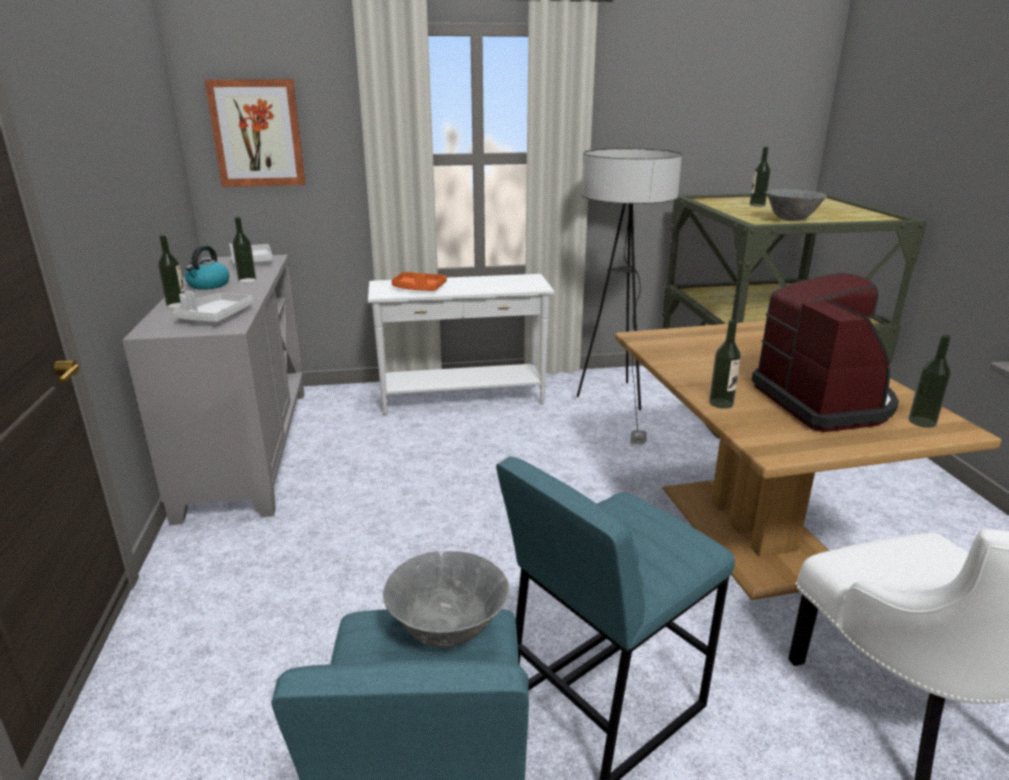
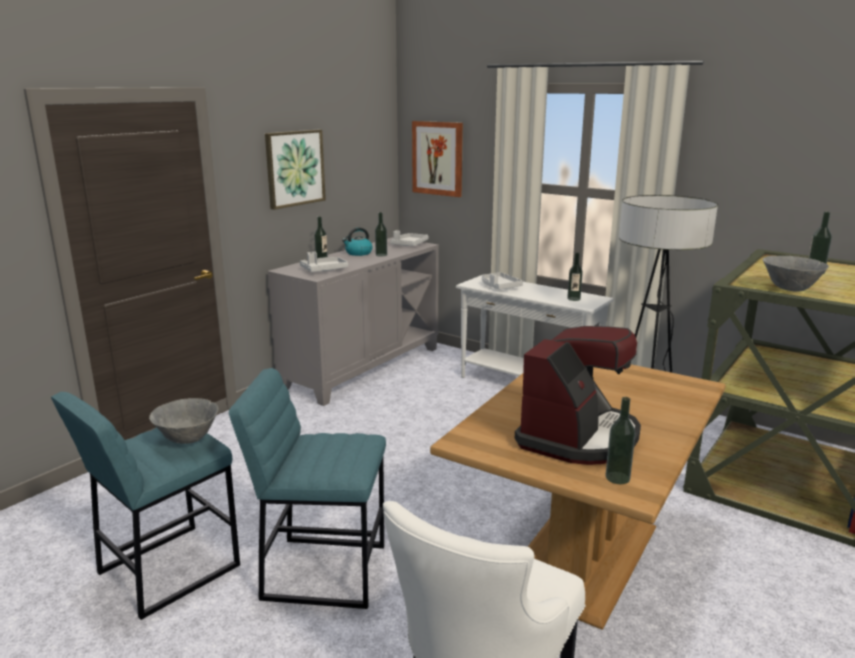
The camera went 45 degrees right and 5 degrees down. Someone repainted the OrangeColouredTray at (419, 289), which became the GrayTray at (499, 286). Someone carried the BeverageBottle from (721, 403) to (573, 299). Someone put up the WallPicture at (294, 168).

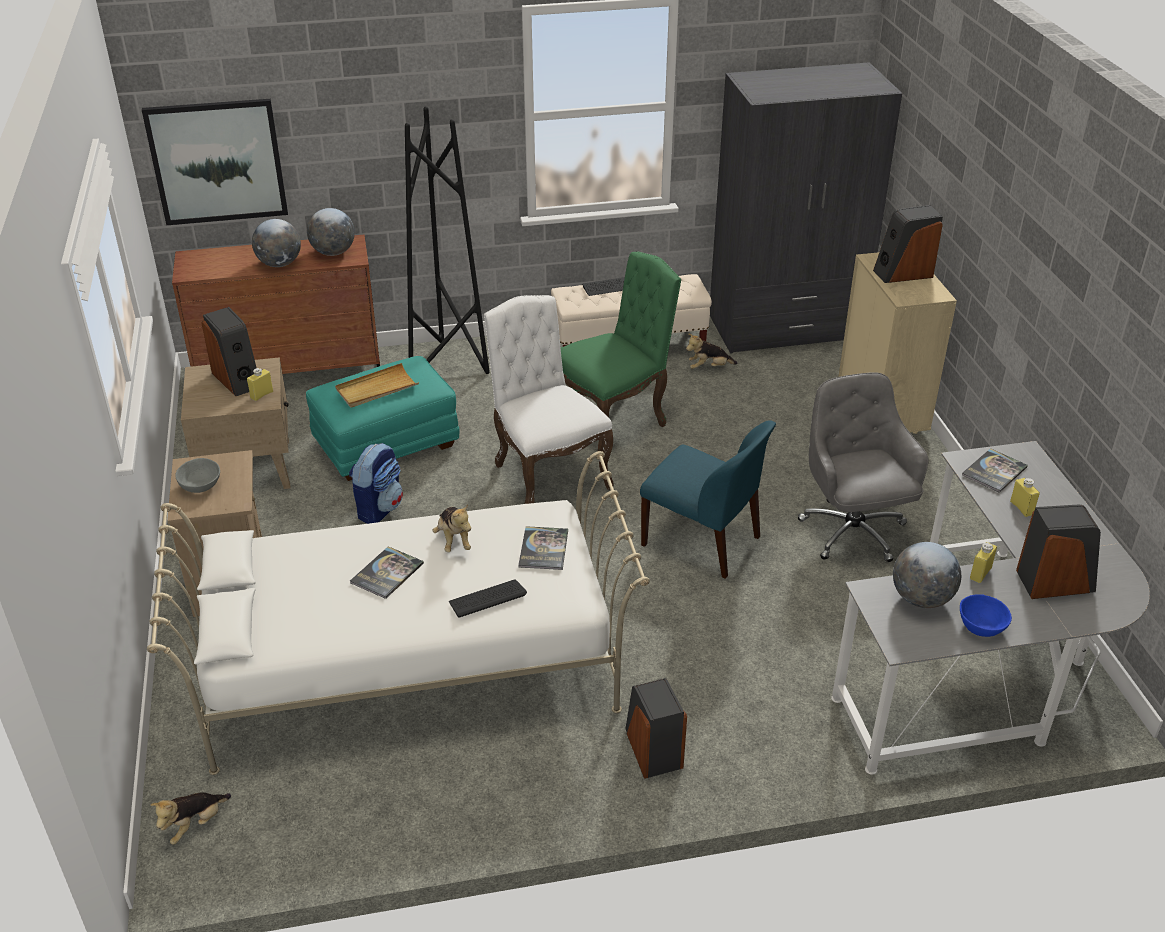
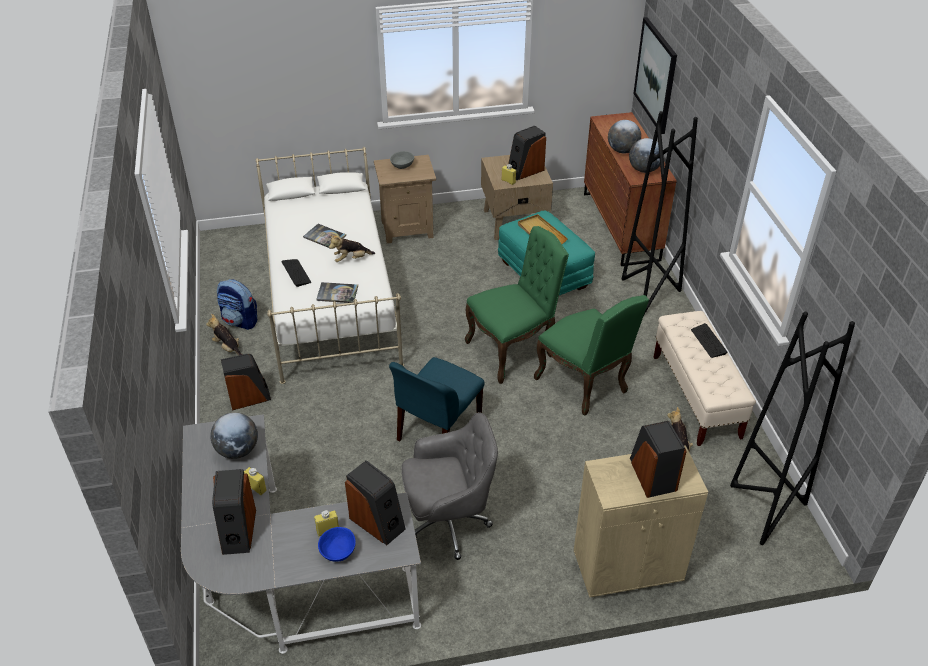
The camera went 90 degrees right and 5 degrees up. Someone carried the SoftToy from (195, 825) to (228, 348). Someone carried the Knapsack from (379, 508) to (240, 321). Someone repainted the WhiteUprightChair at (547, 476), which became the GreenColouredUprightChair at (512, 350). Someone swapped the GrayArmoire at (786, 327) for the BlackColouredClothesRack at (766, 511). Someone carried the BlueDeepDish from (980, 627) to (338, 551). Someone swapped the Book at (994, 471) for the Speaker at (378, 522).

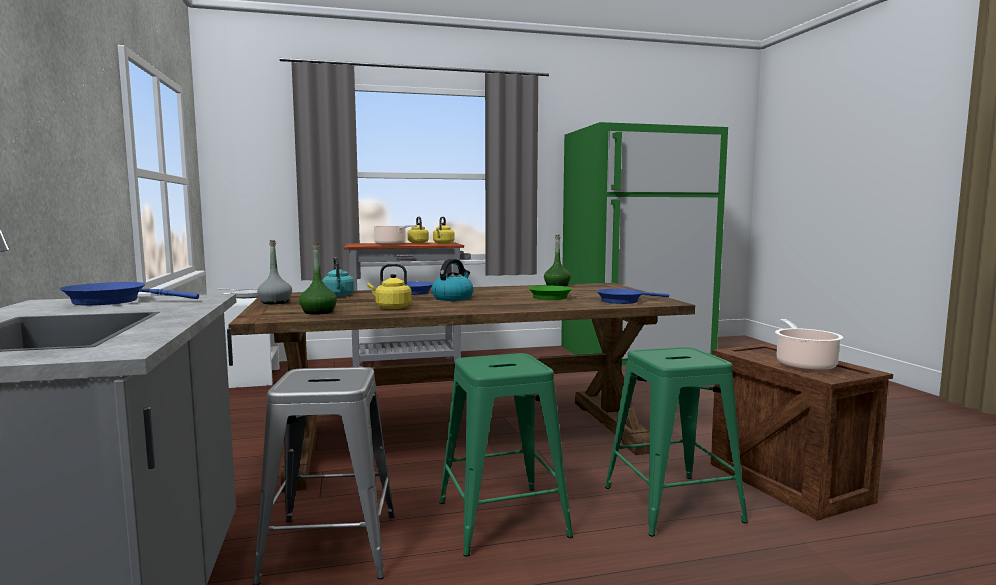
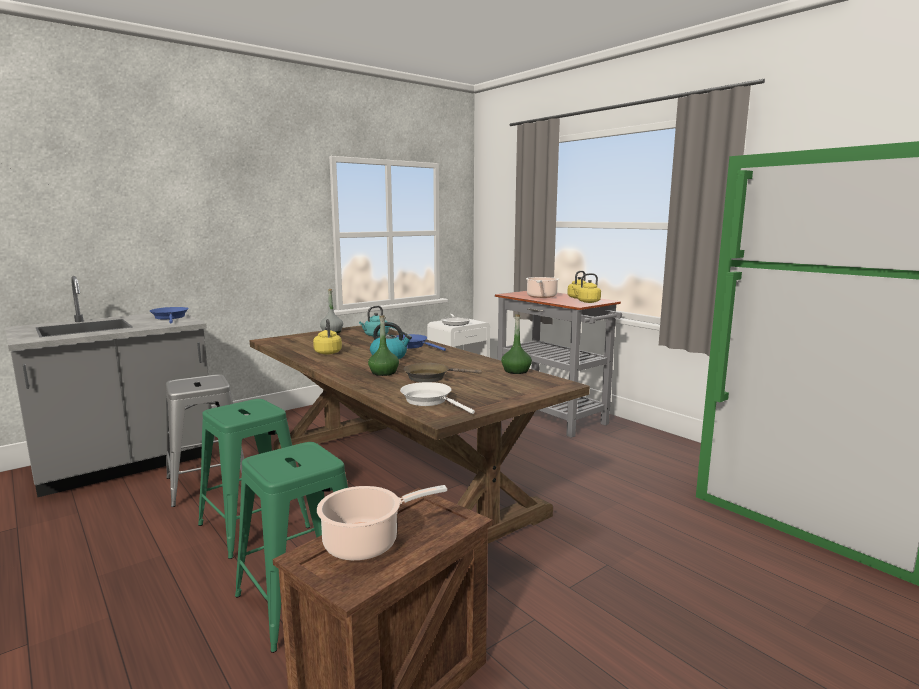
The camera went 65 degrees right and 5 degrees up. Someone carried the GreenColouredBeverageBottle from (318, 312) to (383, 373). Someone repainted the GreenColouredFryingPan at (550, 297), which became the BrownFryingPan at (430, 377). Someone repainted the BlueFryingPan at (623, 301), which became the WhiteFryingPan at (430, 401).

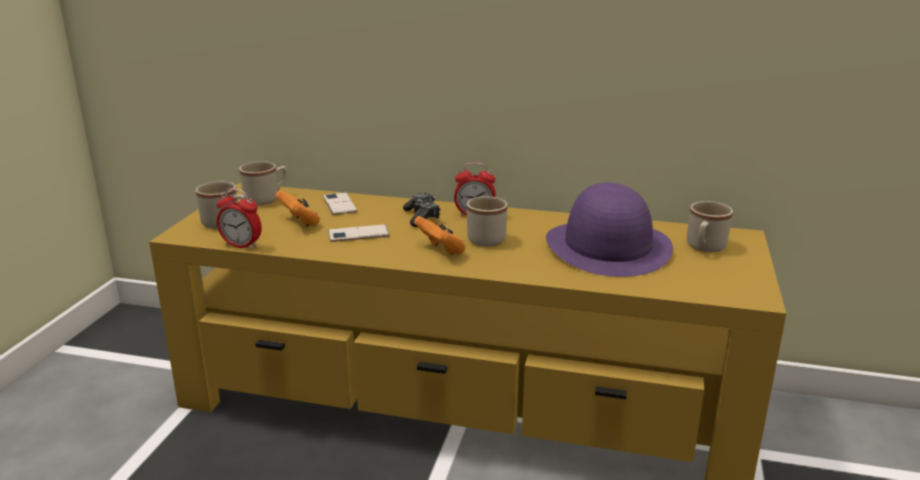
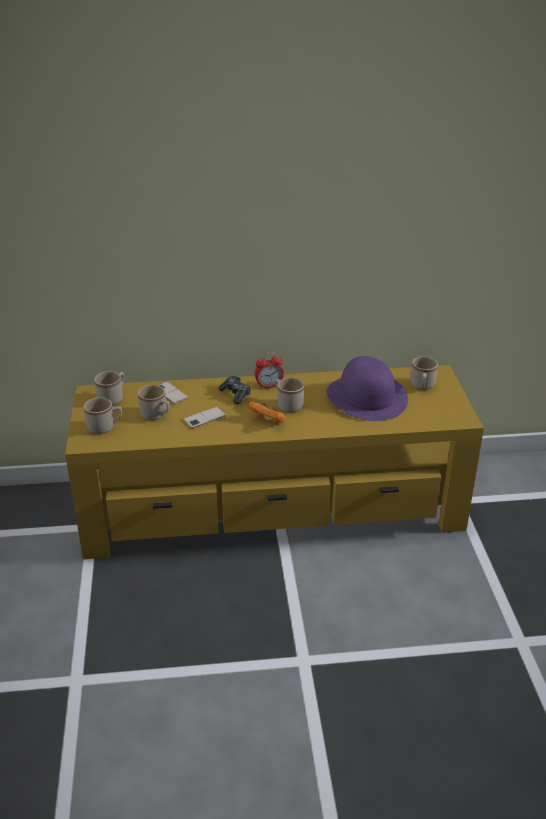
The camera went 20 degrees left and 10 degrees up. Someone took away the TableClock at (241, 246). Someone swapped the OrangeColouredJoypad at (300, 222) for the BeigeColouredMug at (156, 415).

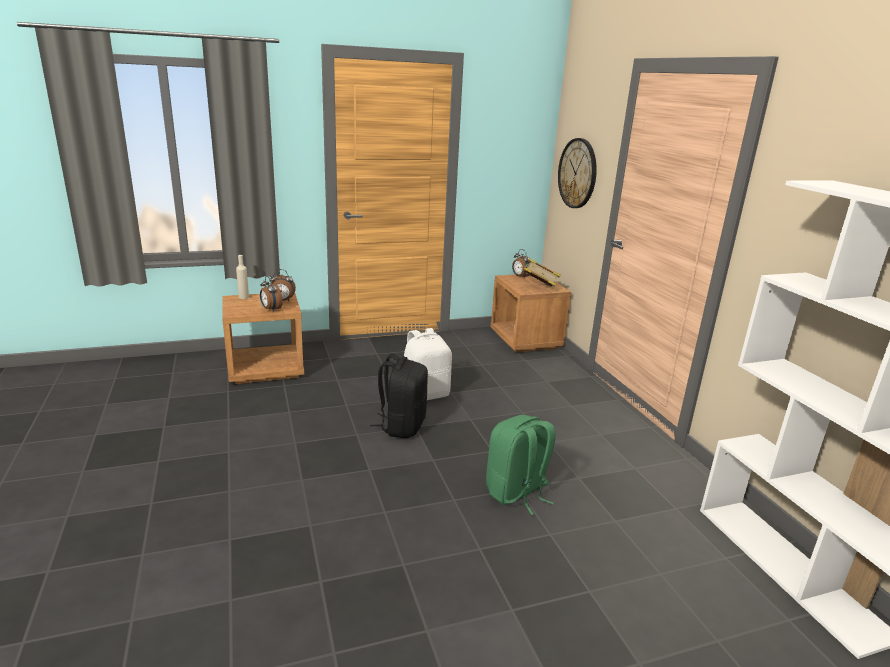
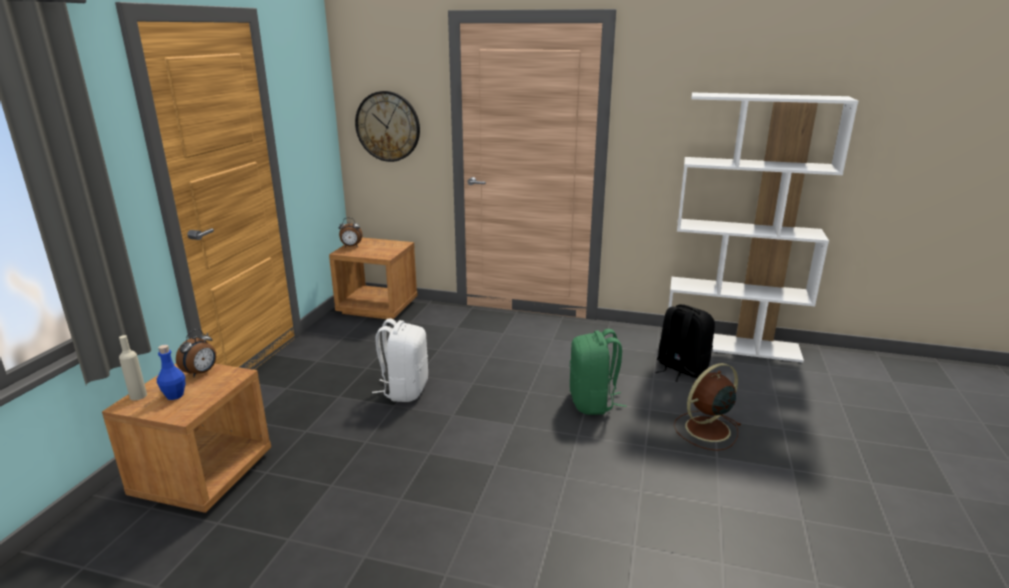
The camera went 55 degrees left and 0 degrees up. Someone took away the TableClock at (271, 309). Someone carried the BlackColouredKnapsack from (402, 426) to (680, 369). Someone took away the Book at (538, 288). Someone put down the BlueBeverageBottle at (175, 395). Someone put down the BrownElectricFan at (706, 429).

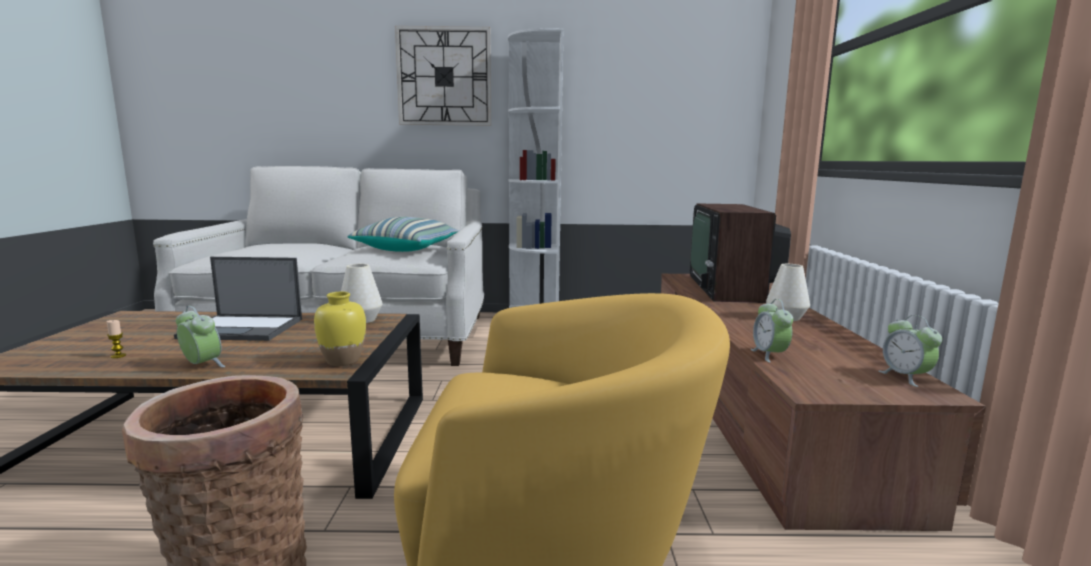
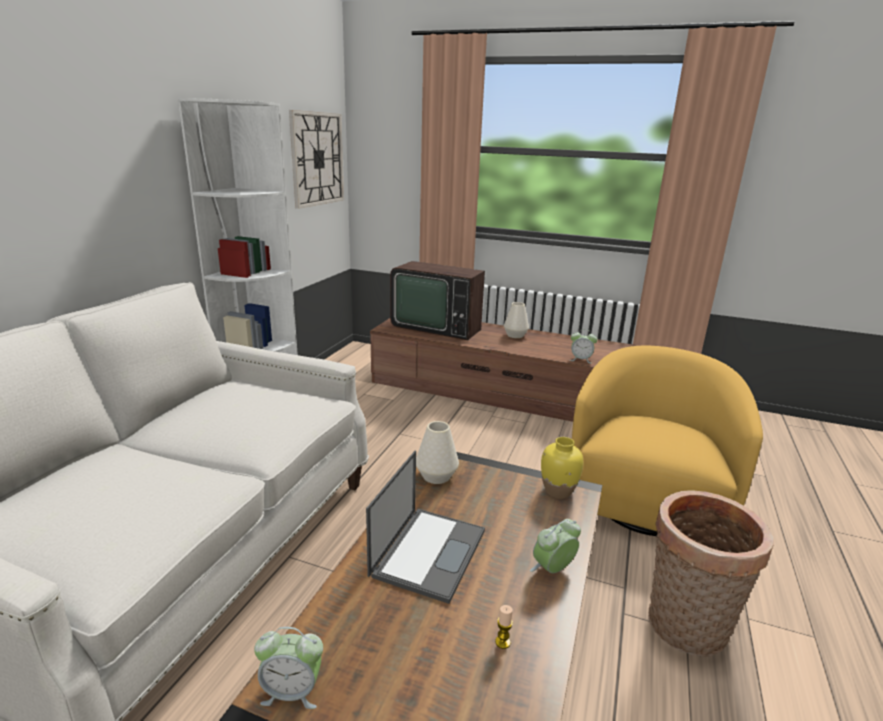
The camera went 70 degrees left and 10 degrees up. Someone took away the Pillow at (407, 249). Someone carried the ClockOnTheWall from (444, 77) to (317, 159). Someone carried the TableClock from (905, 377) to (292, 691).

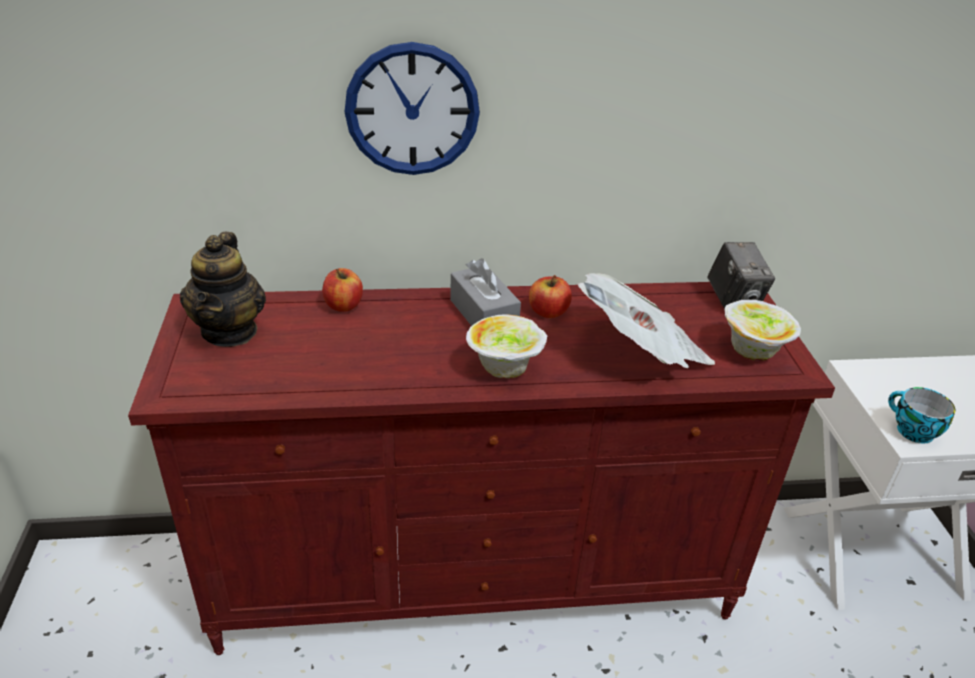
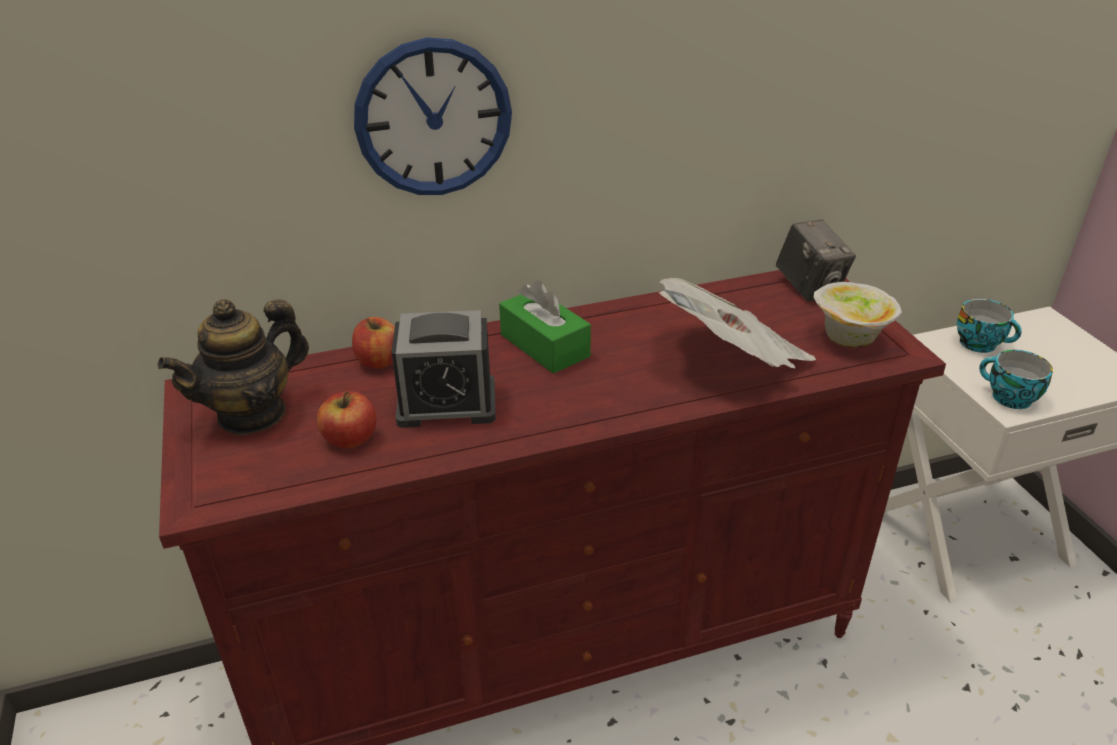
The camera went 10 degrees left and 0 degrees up. Someone rotated the PotForTea at (230, 331) by 60 degrees clockwise. Someone repainted the GrayTissueBox at (483, 315), which became the GreenColouredTissueBox at (544, 345). Someone took away the DeepDish at (504, 370). Someone carried the WholeApple from (548, 312) to (350, 439). Someone put down the TableClock at (446, 403). Someone put down the DrinkingCup at (980, 343).

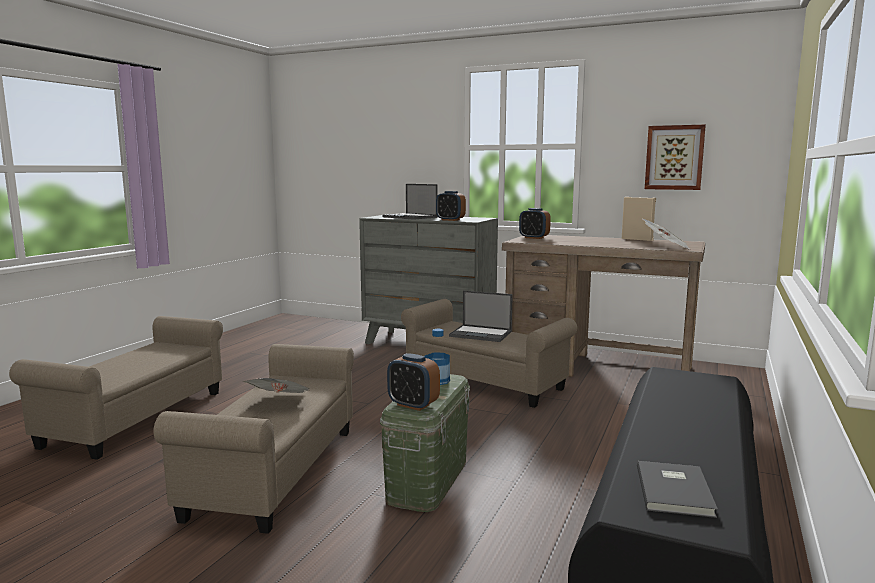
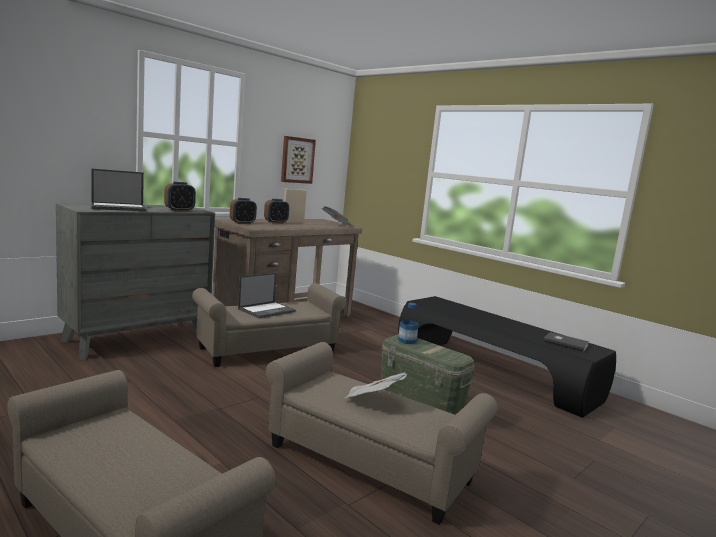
The camera went 70 degrees left and 0 degrees up. Someone carried the TableClock from (413, 405) to (276, 222).

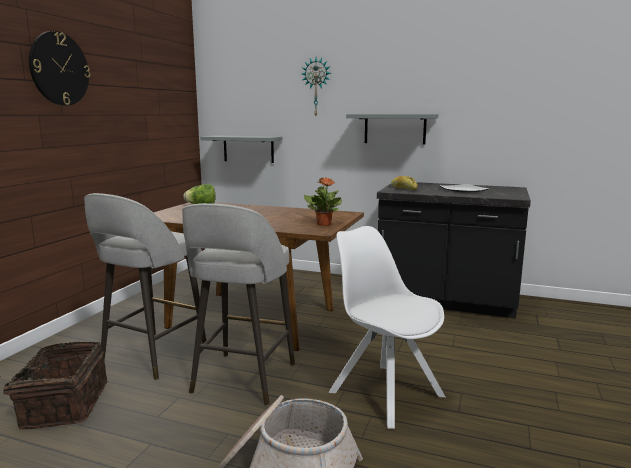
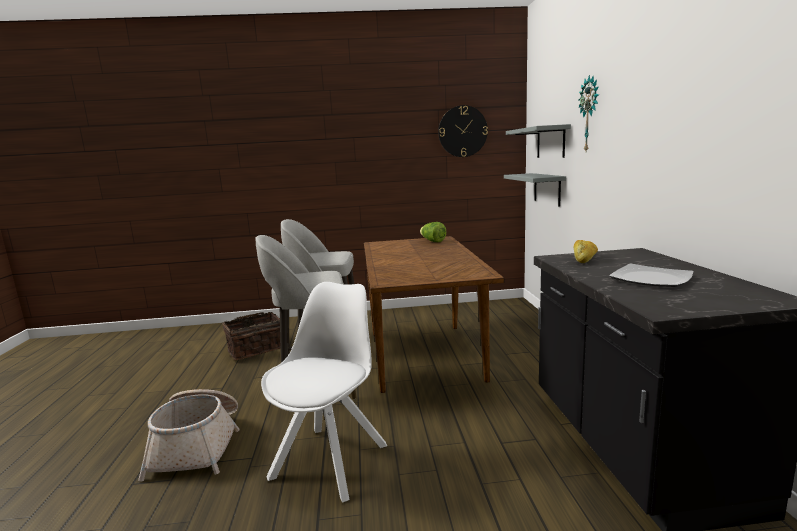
The camera went 65 degrees right and 0 degrees up. Someone carried the ClockOnTheWall from (59, 69) to (462, 131). Someone took away the PlantInAPot at (324, 224). Someone carried the GrayBracketShelf from (395, 128) to (550, 142).

